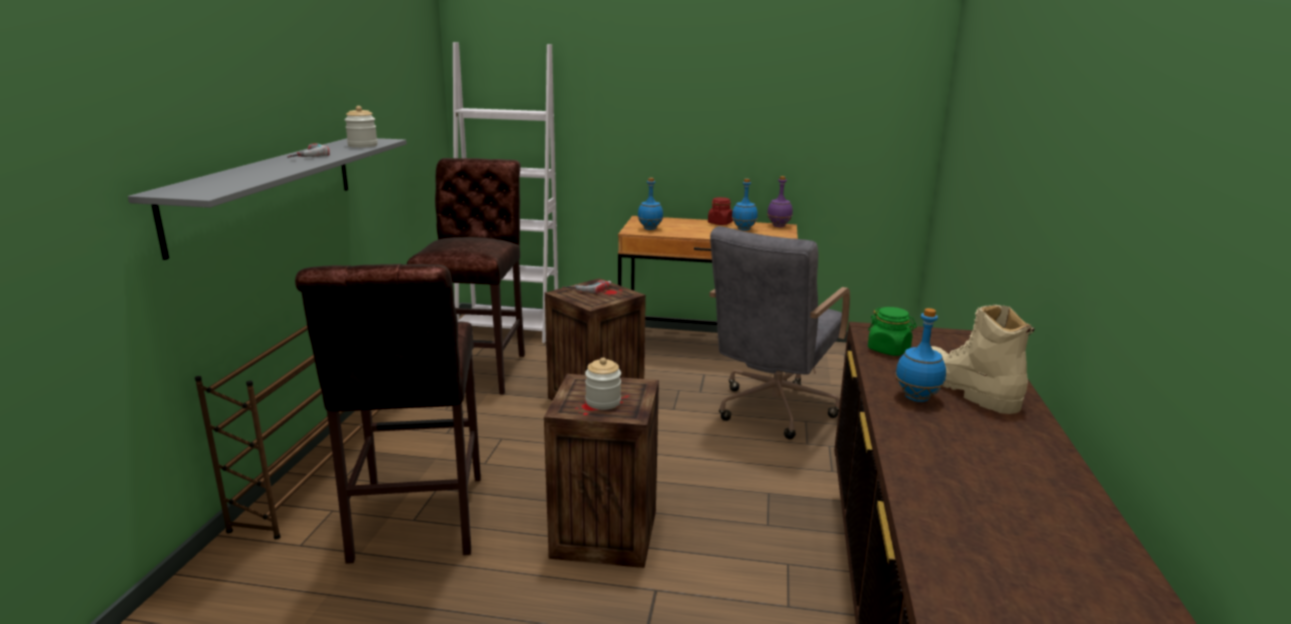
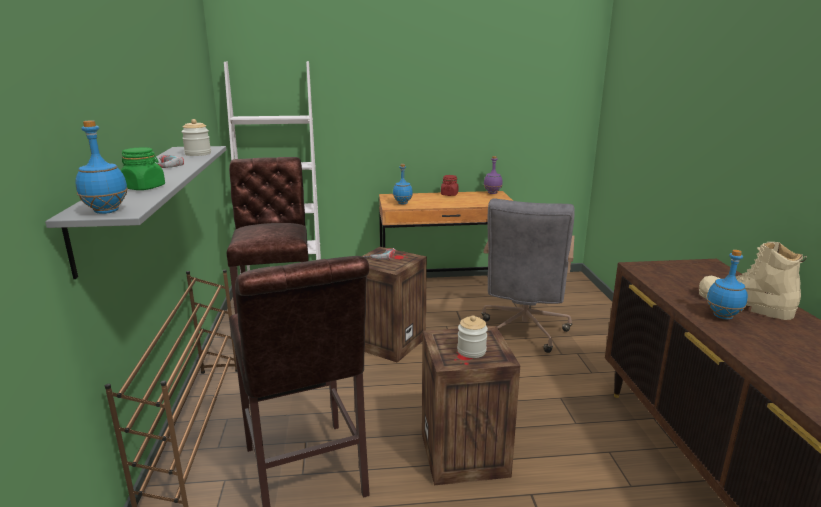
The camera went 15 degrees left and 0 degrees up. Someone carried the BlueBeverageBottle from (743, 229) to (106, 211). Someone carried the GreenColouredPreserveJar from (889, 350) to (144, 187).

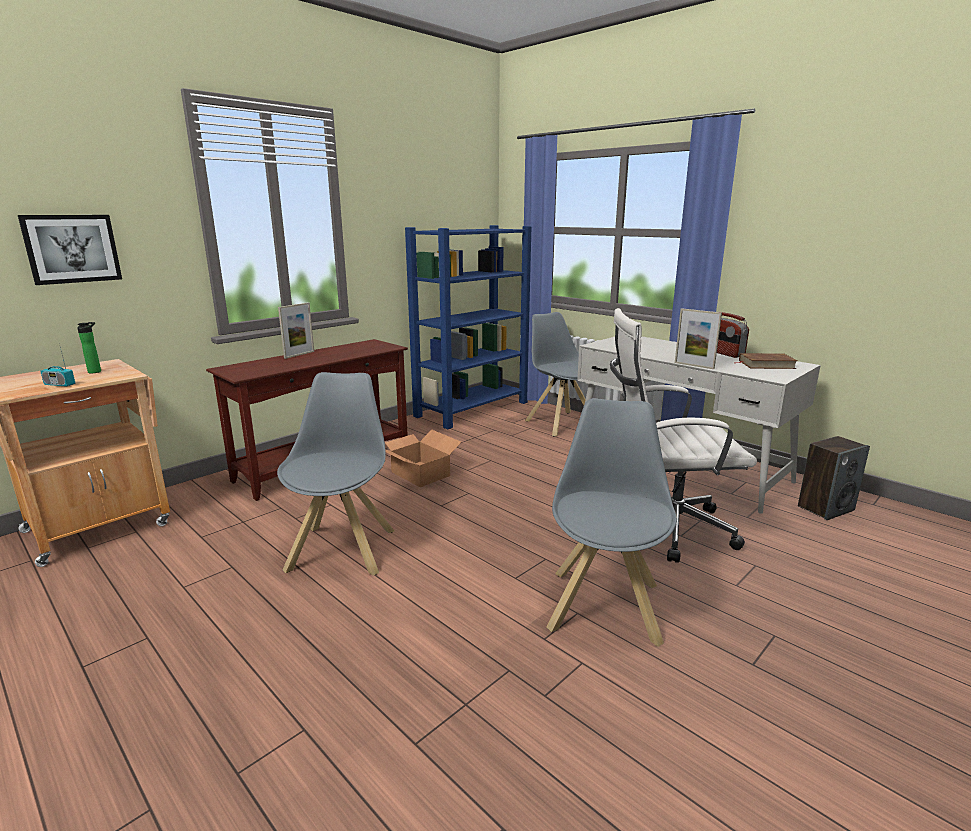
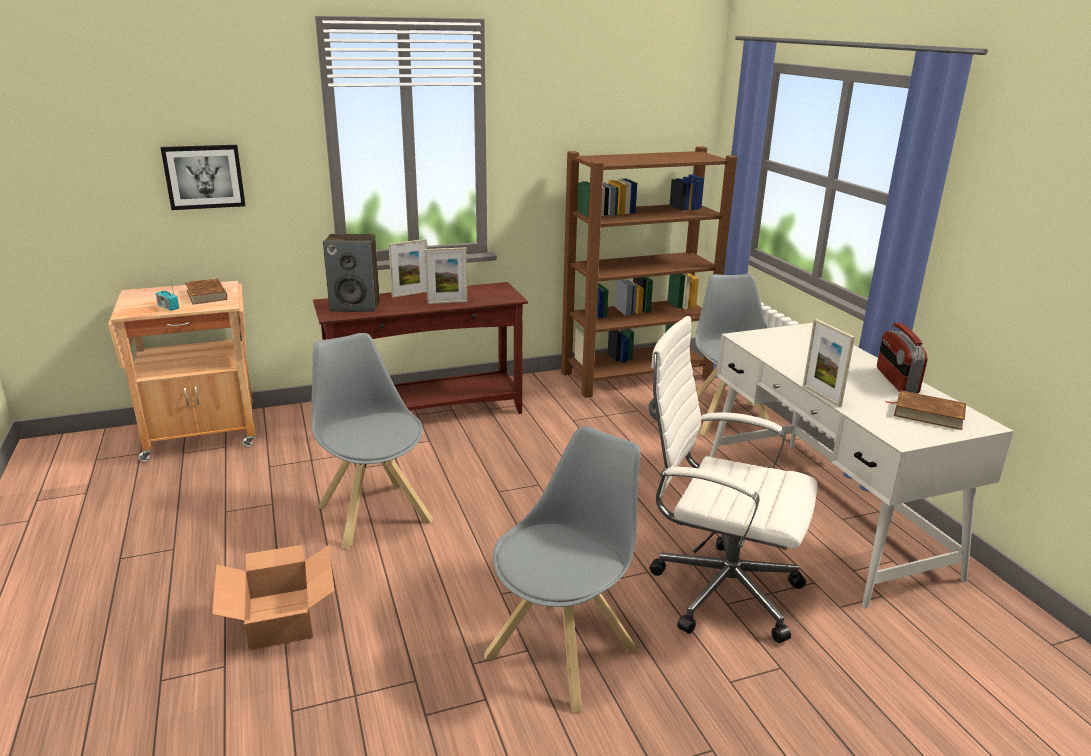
The camera went 25 degrees right and 5 degrees up. Someone swapped the BeverageBottle at (96, 371) for the BrownBook at (207, 295). Someone rotated the GrayUprightChair at (343, 547) by 60 degrees counterclockwise. Someone carried the CardboardBox from (420, 473) to (281, 617). Someone repainted the BlueShelvingUnit at (472, 409), which became the BrownShelvingUnit at (636, 376). Someone carried the Speaker from (825, 508) to (355, 306). Someone put down the PictureFrame at (447, 302).

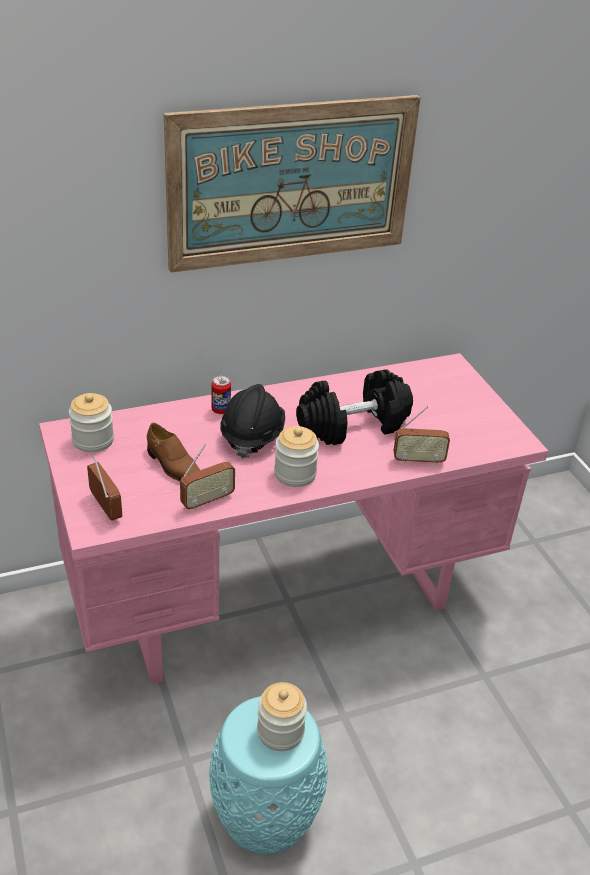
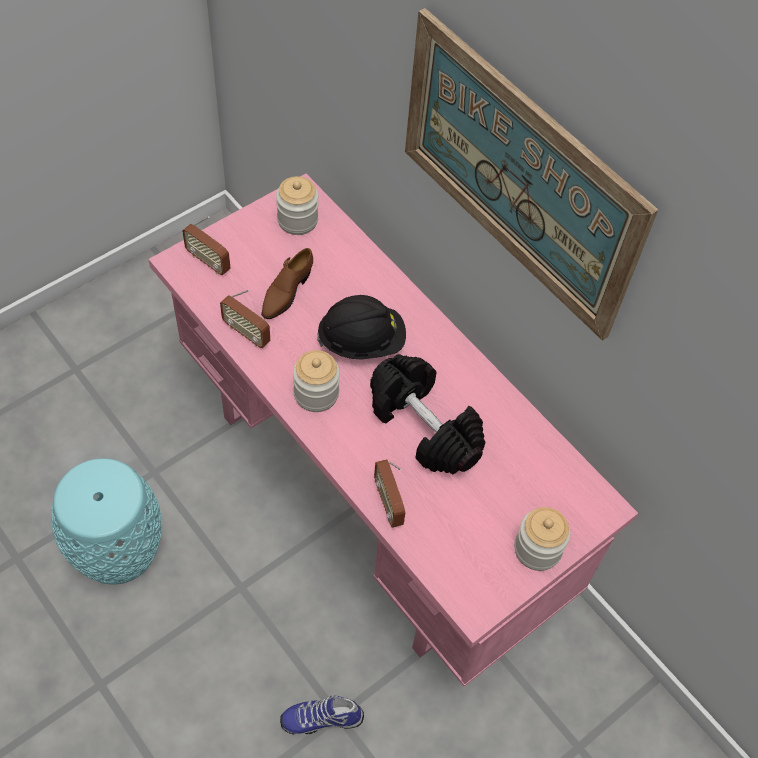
The camera went 70 degrees right and 20 degrees up. Someone rotated the RadioSet at (105, 507) by 90 degrees clockwise. Someone took away the SealedCan at (221, 410). Someone carried the PreserveJar from (280, 731) to (537, 549). Someone put down the LowShoe at (321, 717).

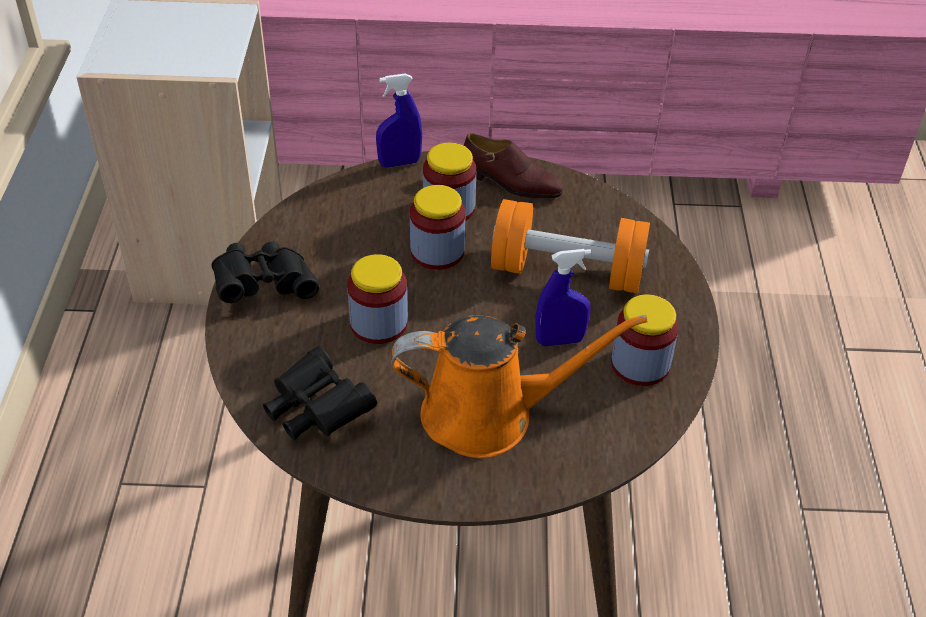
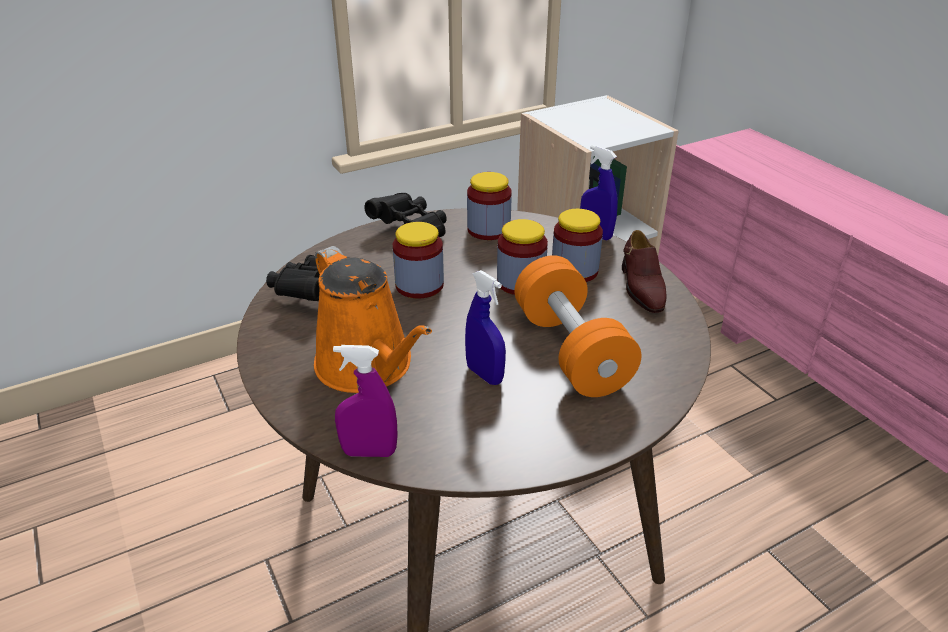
The camera went 60 degrees right and 10 degrees down. Someone carried the PreserveJar from (640, 364) to (488, 230). Someone put down the PurpleColouredSprayBottle at (369, 452).

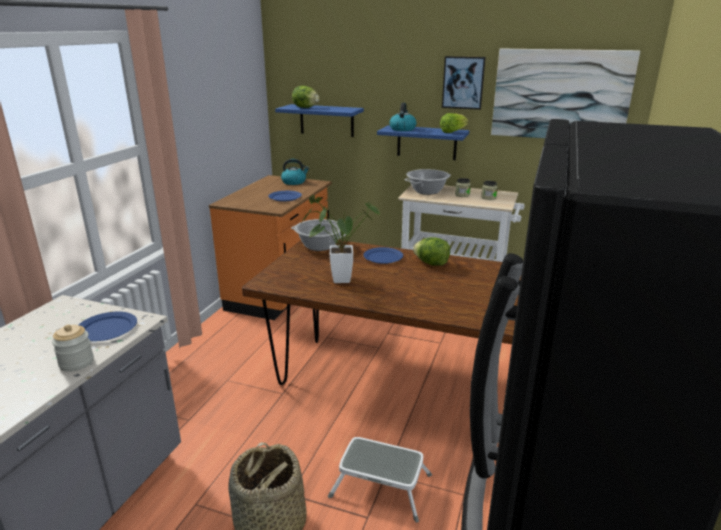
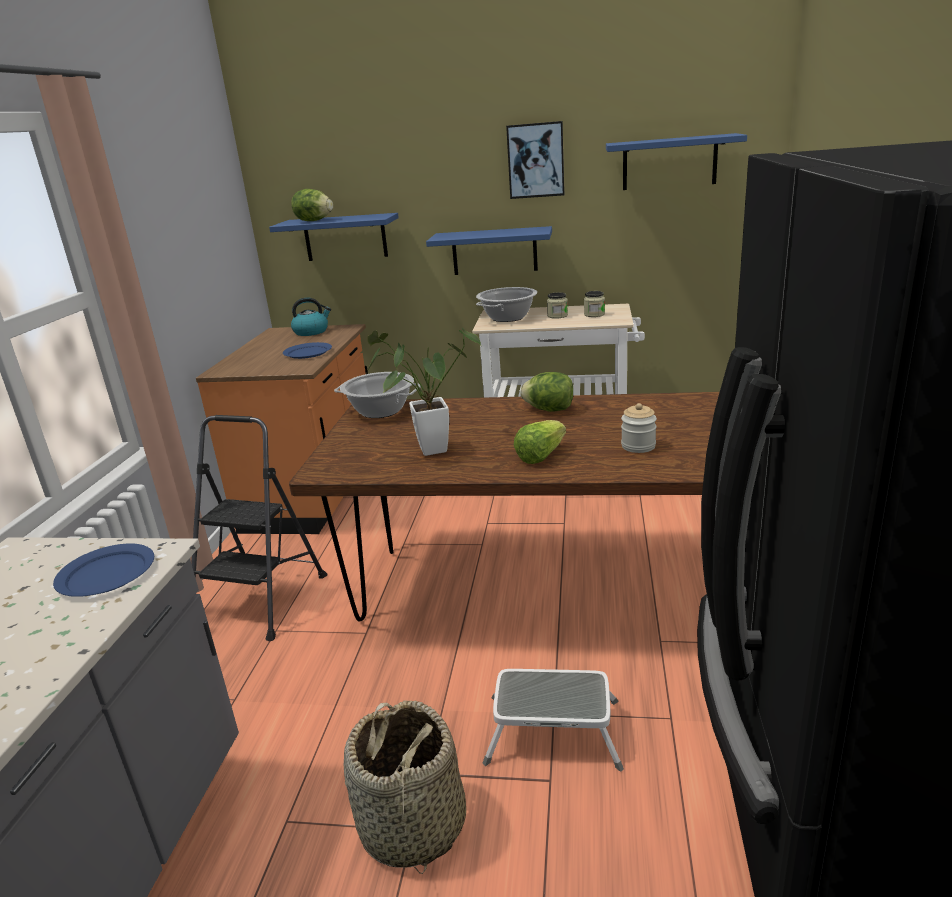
The camera went 10 degrees left and 0 degrees up. Someone carried the PreserveJar from (76, 363) to (638, 446). Someone took away the BlueFlatDish at (382, 257). Someone took away the WaterKettle at (402, 129). Someone carried the Lettuce from (453, 132) to (540, 456). Someone swapped the WallPicture at (560, 95) for the BlueBracketShelf at (669, 162). Someone put down the BlackColouredStepLadder at (262, 597).

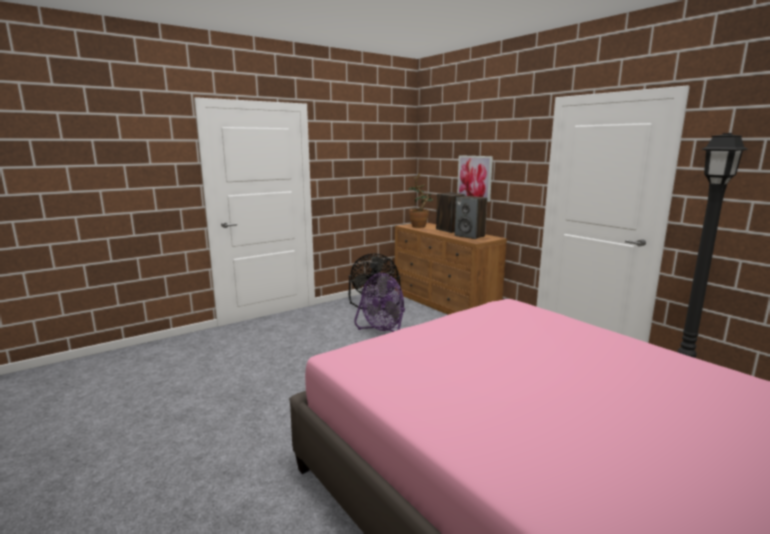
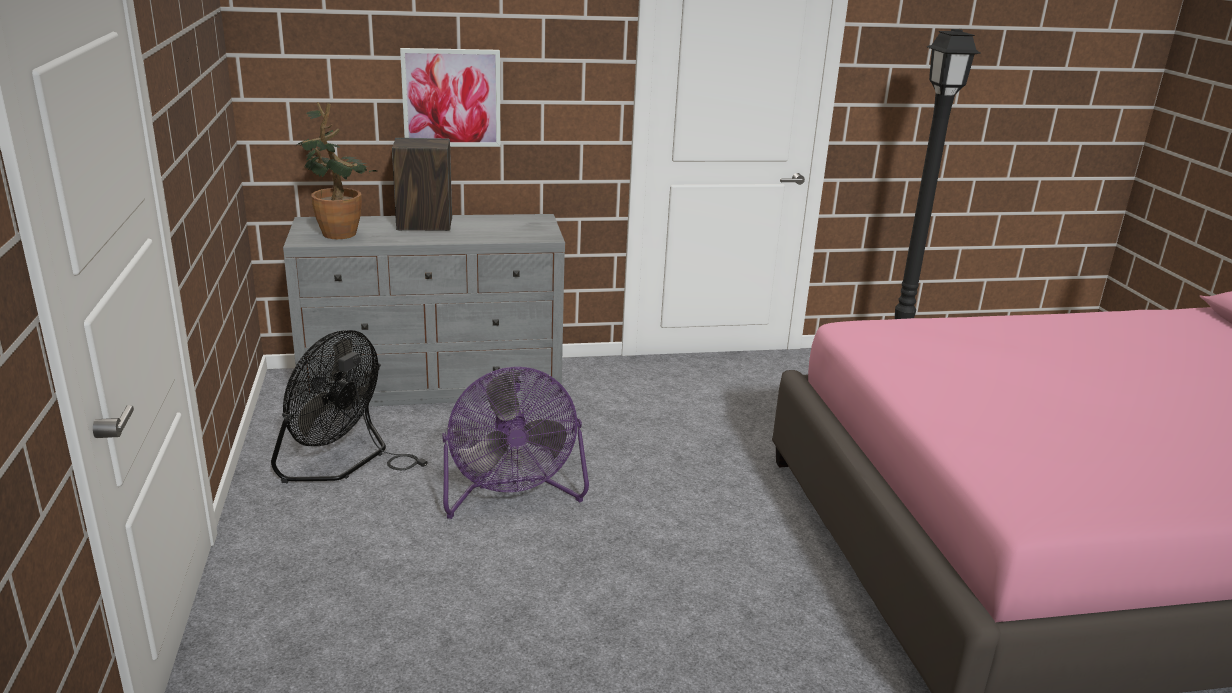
The camera went 65 degrees left and 10 degrees up. Someone repainted the BrownDrawerChest at (444, 304), which became the GrayDrawerChest at (435, 384). Someone took away the Speaker at (470, 236).

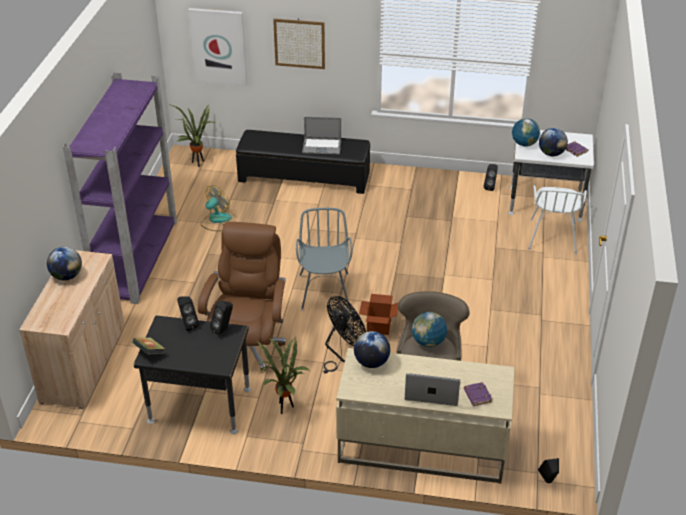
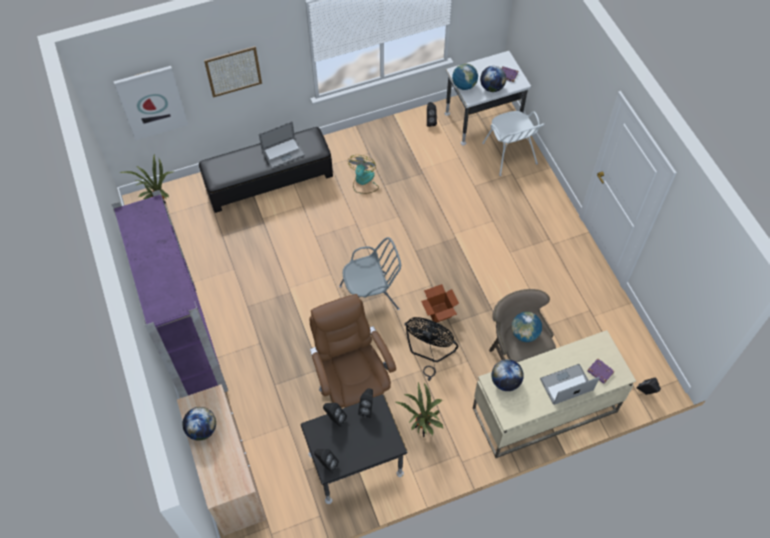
The camera went 30 degrees left and 20 degrees up. Someone swapped the Book at (150, 353) for the BlackColouredSpeaker at (326, 464). Someone carried the ElectricFan from (215, 220) to (363, 181). Someone rotated the GrayUprightChair at (324, 289) by 105 degrees clockwise.

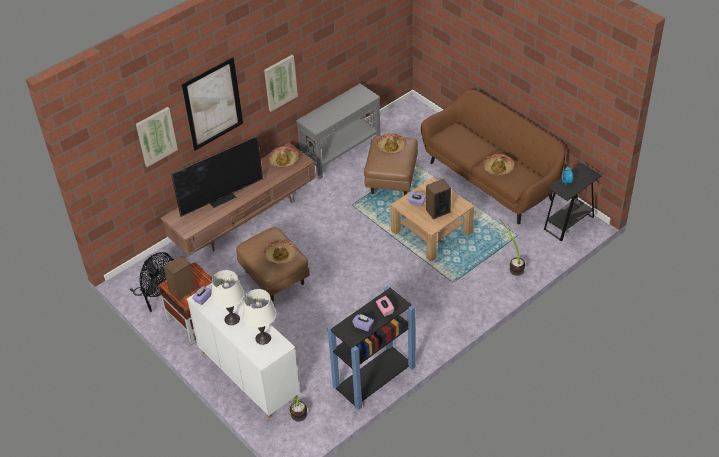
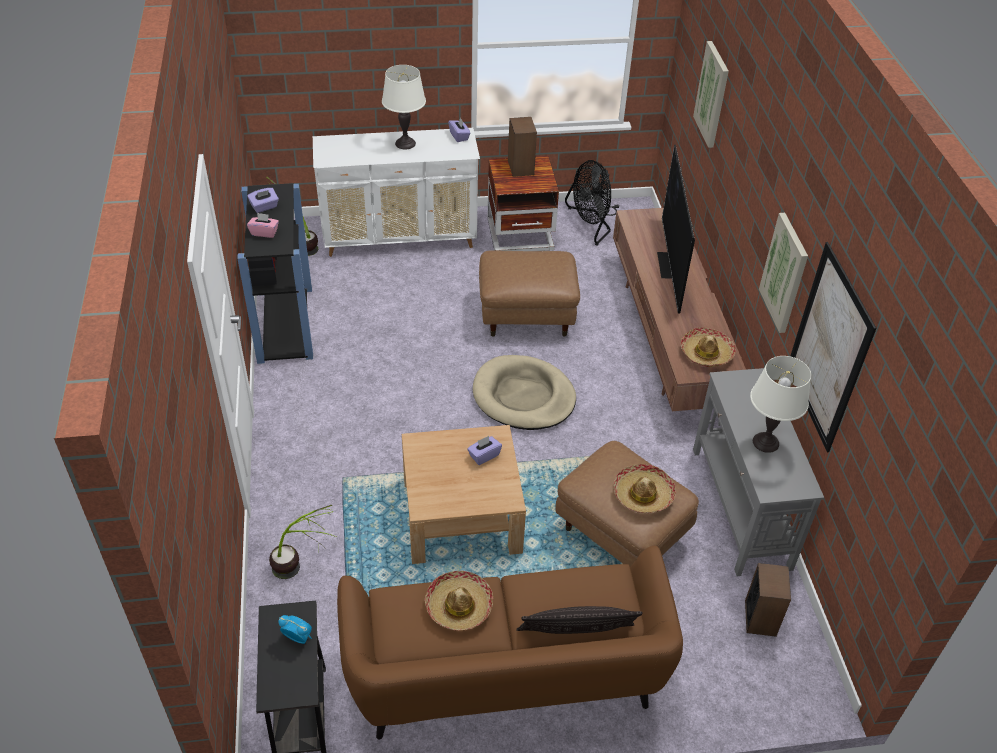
The camera went 120 degrees right and 0 degrees up. Someone carried the WallPicture from (213, 104) to (828, 348). Someone carried the WhiteTabletopLamp from (263, 338) to (766, 442). Someone took away the Hat at (280, 255). Someone carried the Speaker from (438, 211) to (760, 618). Someone put down the BeigeColouredPetBed at (523, 396). Someone put down the Pillow at (576, 634).

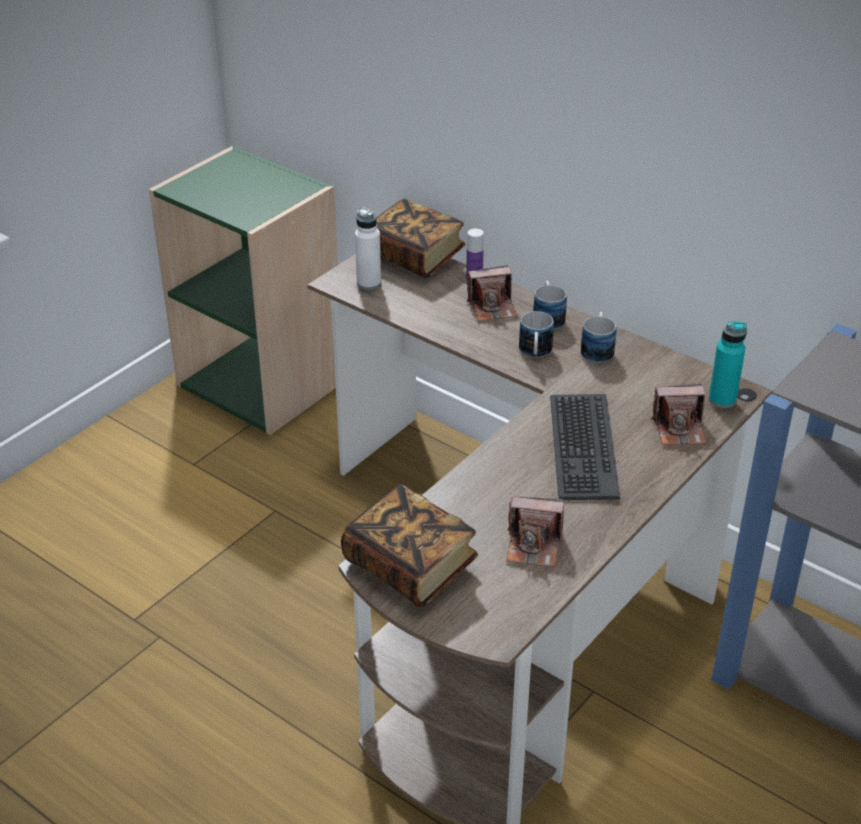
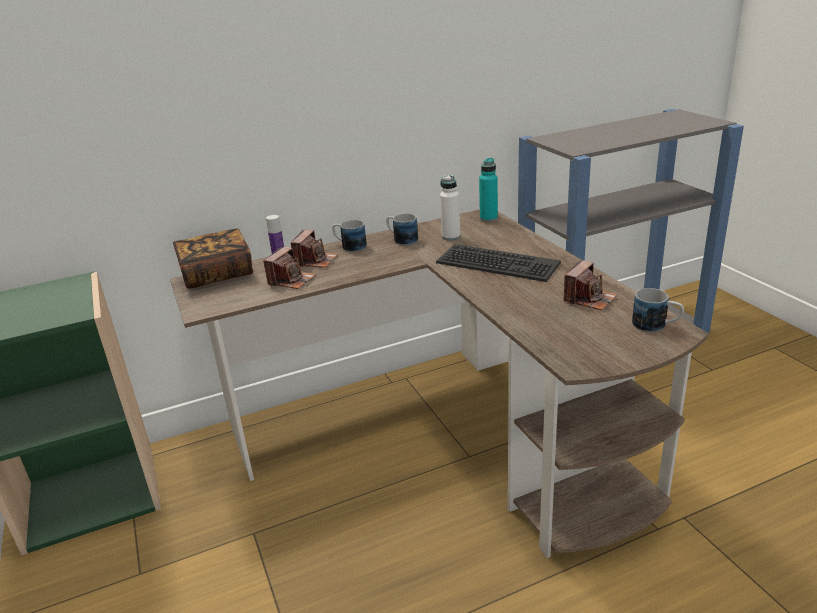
The camera went 60 degrees left and 10 degrees down. Someone took away the Book at (410, 565). Someone carried the WhiteBeverageBottle from (369, 283) to (451, 237). Someone carried the Mug from (535, 353) to (656, 326). Someone carried the StillCamera from (679, 429) to (291, 280).

